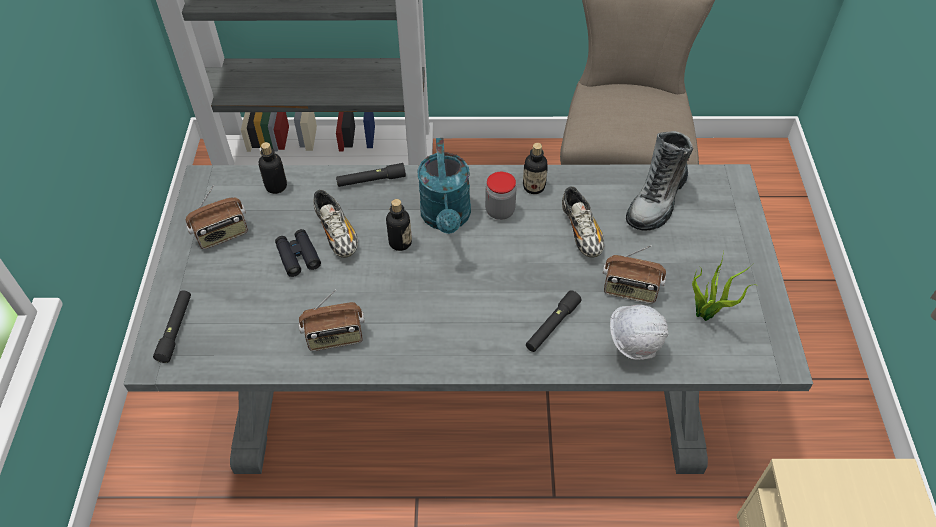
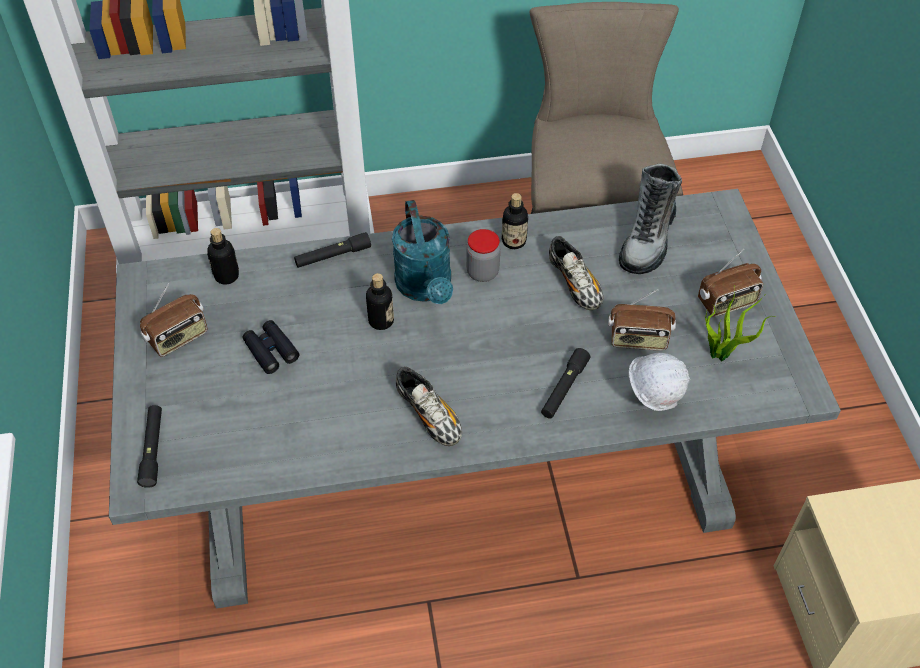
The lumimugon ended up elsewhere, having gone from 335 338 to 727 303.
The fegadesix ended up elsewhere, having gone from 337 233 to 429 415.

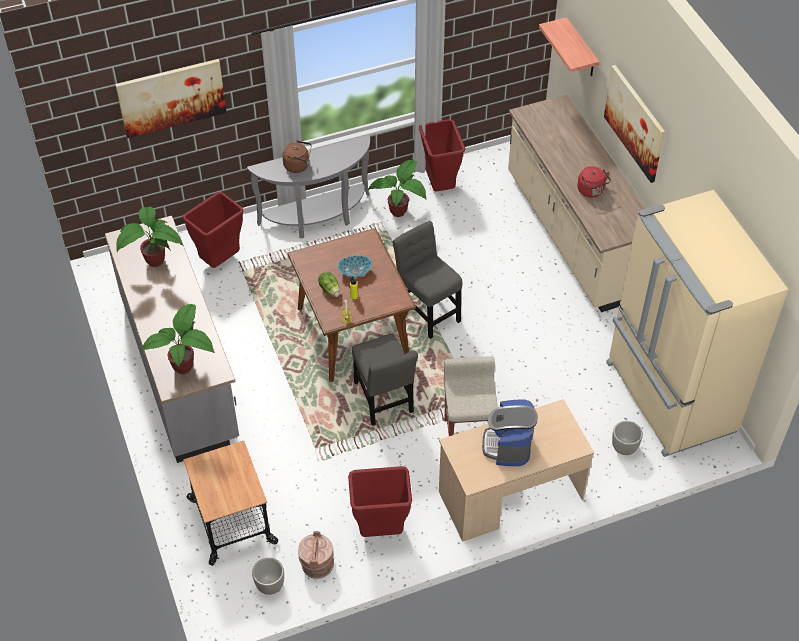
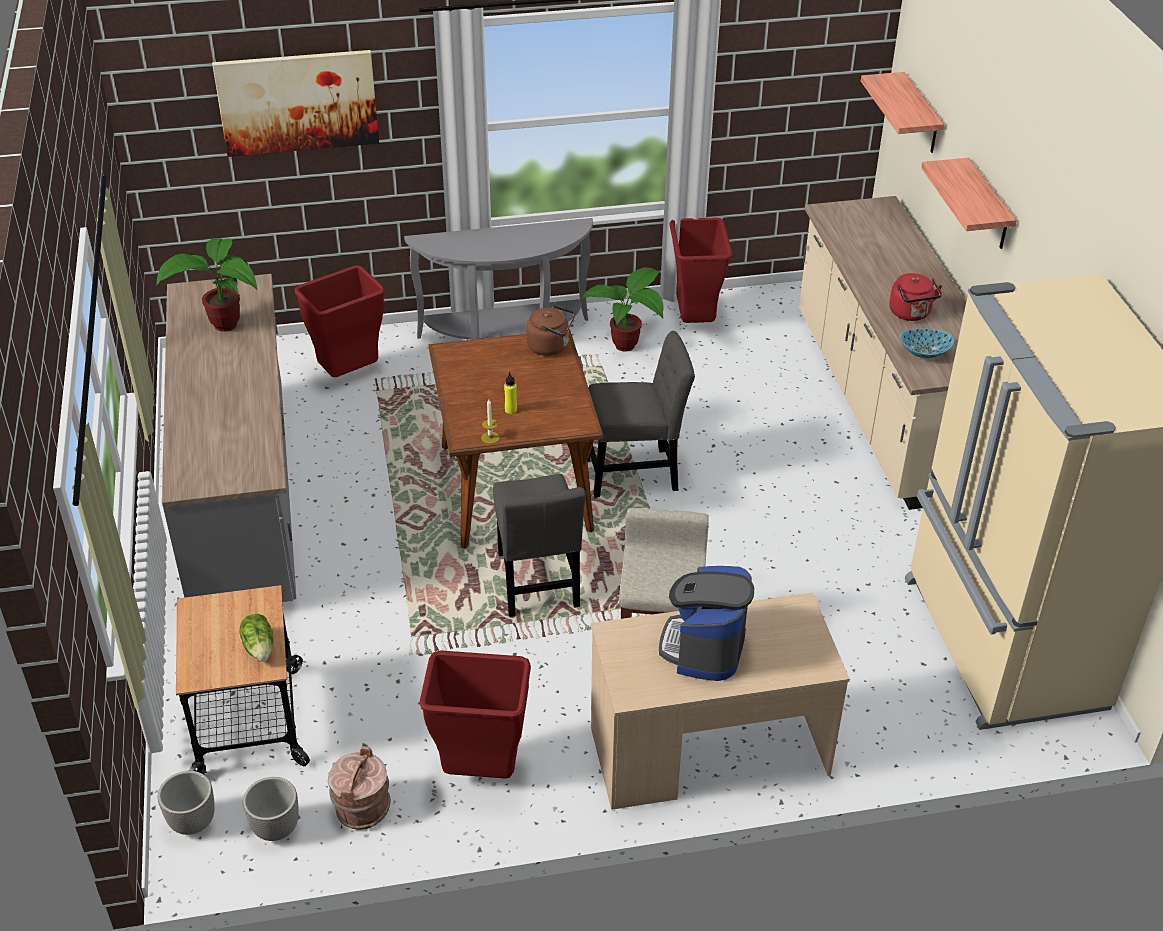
The second view lost the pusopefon at 186 368.
The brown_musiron ended up elsewhere, having gone from 298 165 to 551 346.
The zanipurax ended up elsewhere, having gone from 330 289 to 260 647.
The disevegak ended up elsewhere, having gone from 354 271 to 924 352.
The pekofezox ended up elsewhere, having gone from 624 448 to 193 822.
Where the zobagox hung at 635 123, the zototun came to hang at 988 206.
The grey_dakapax at 427 310 ended up facing another way, 105 degrees clockwise from before.

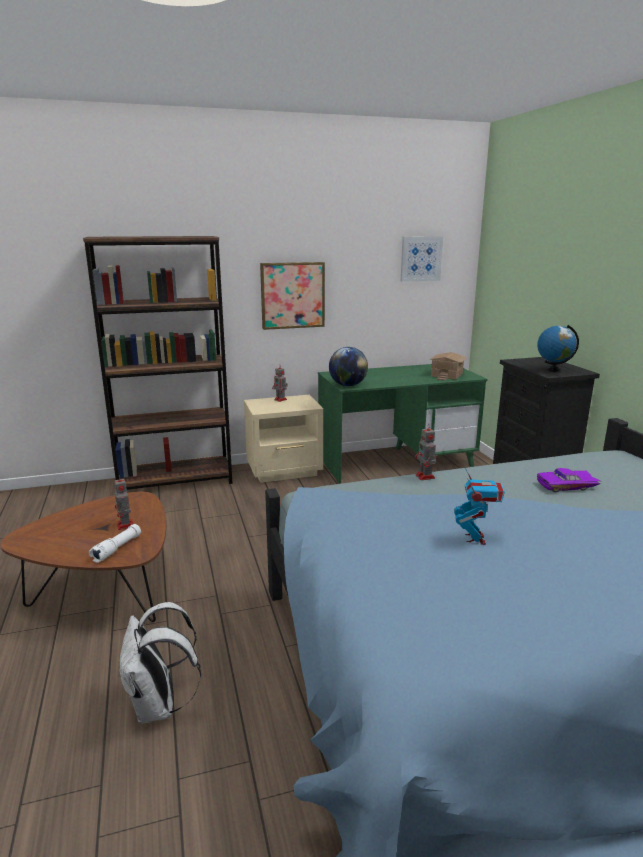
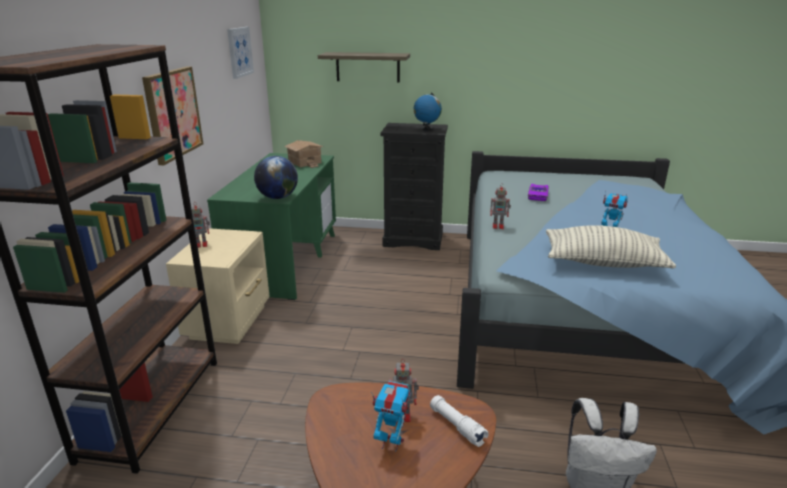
The second view gained the zototun at 367 67.
The second view gained the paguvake at 391 443.
The second view gained the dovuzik at 603 263.

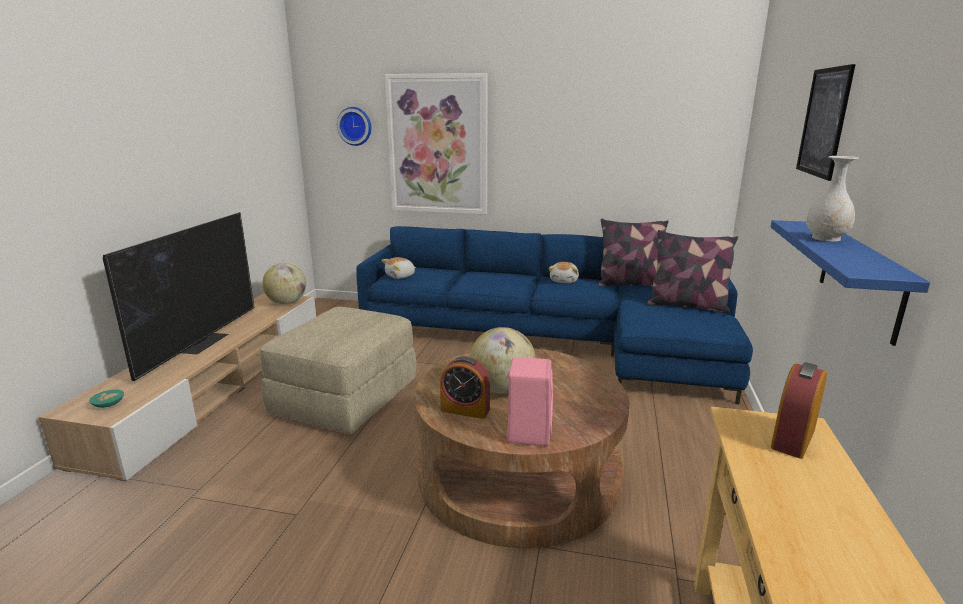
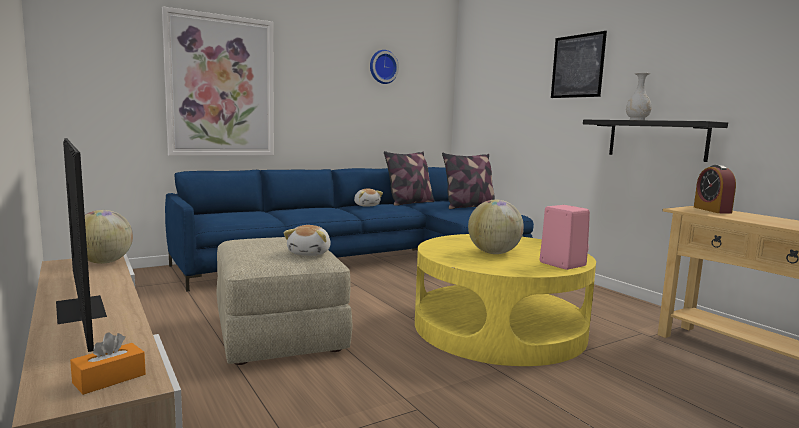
The second view lost the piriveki at 465 410.
The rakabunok ended up elsewhere, having gone from 355 126 to 382 67.
The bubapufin ended up elsewhere, having gone from 400 276 to 310 253.
Where the turquoise_disevegak stood at 110 404, the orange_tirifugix came to stand at 109 379.
What was the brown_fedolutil at 518 473 turned into the yellow_fedolutil at 498 327.
What was the blue_zototun at 860 278 turned into the black_zototun at 656 139.

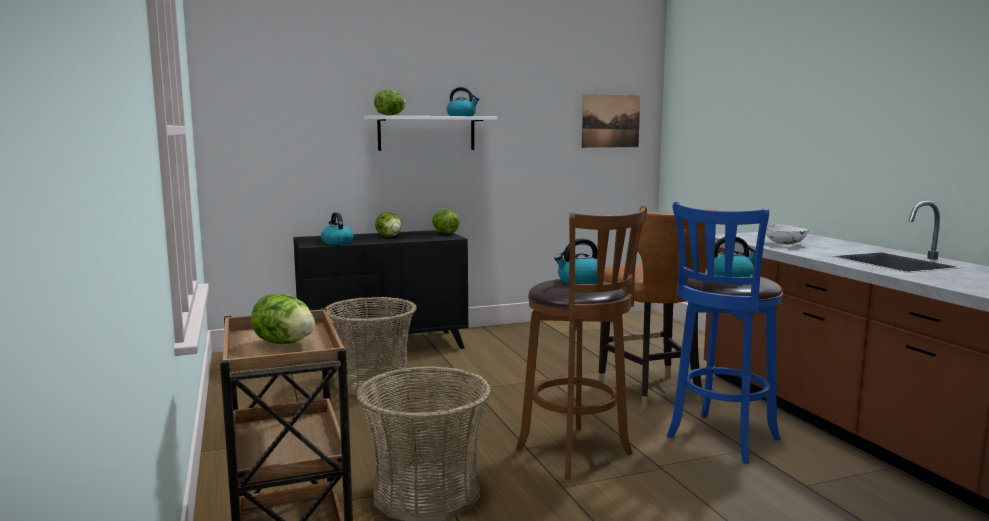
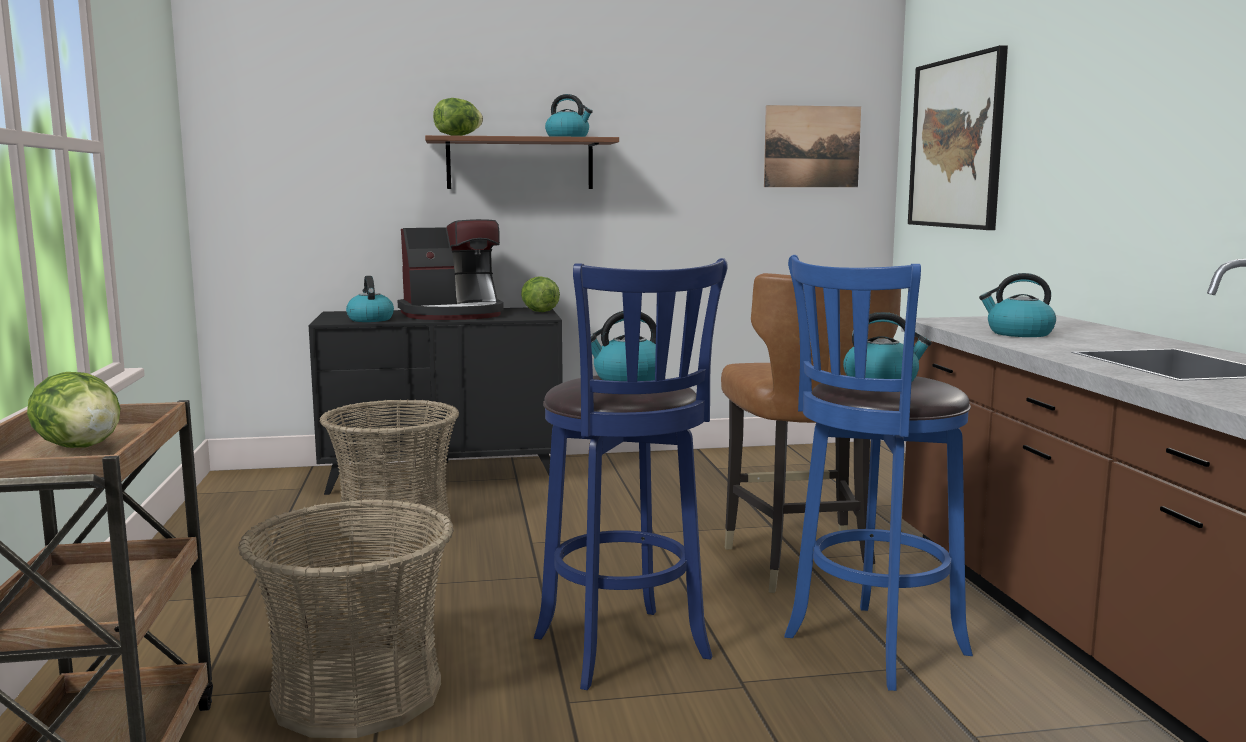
The second view gained the zobagox at 956 143.
Where the zanipurax stood at 389 237, the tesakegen came to stand at 453 314.
Where the white_disevegak stood at 785 244, the musiron came to stand at 1018 333.
What was the white_zototun at 426 133 turned into the brown_zototun at 520 164.
What was the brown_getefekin at 578 453 turned into the blue_getefekin at 626 651.

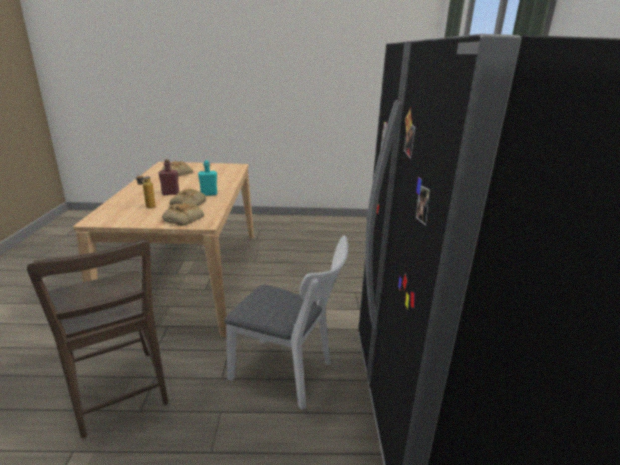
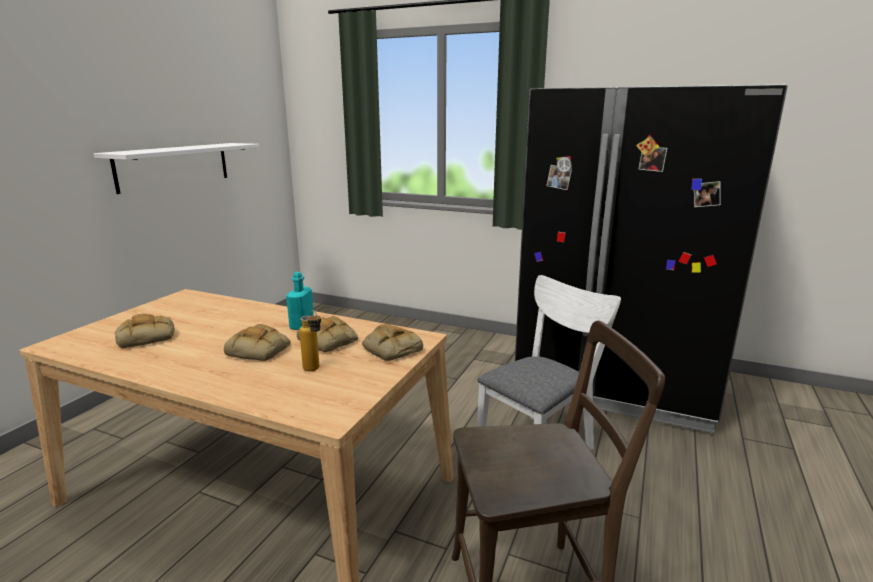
The second view gained the white_zototun at 174 166.
Where the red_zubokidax stood at 170 193, the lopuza came to stand at 260 350.

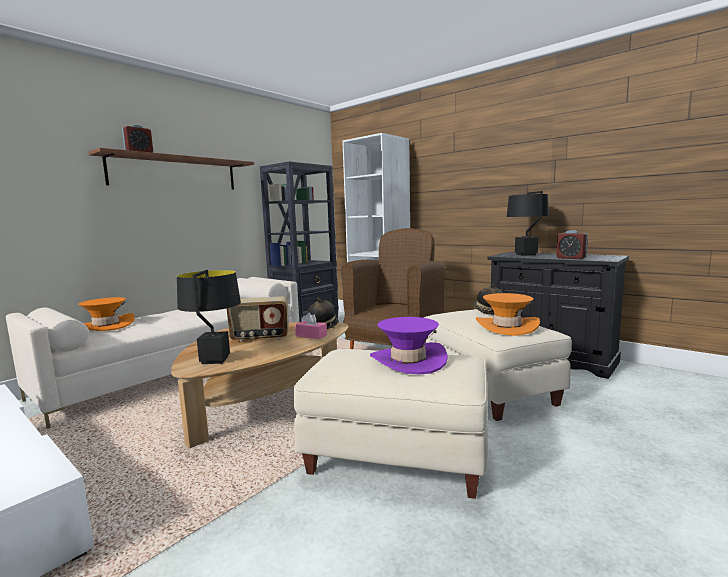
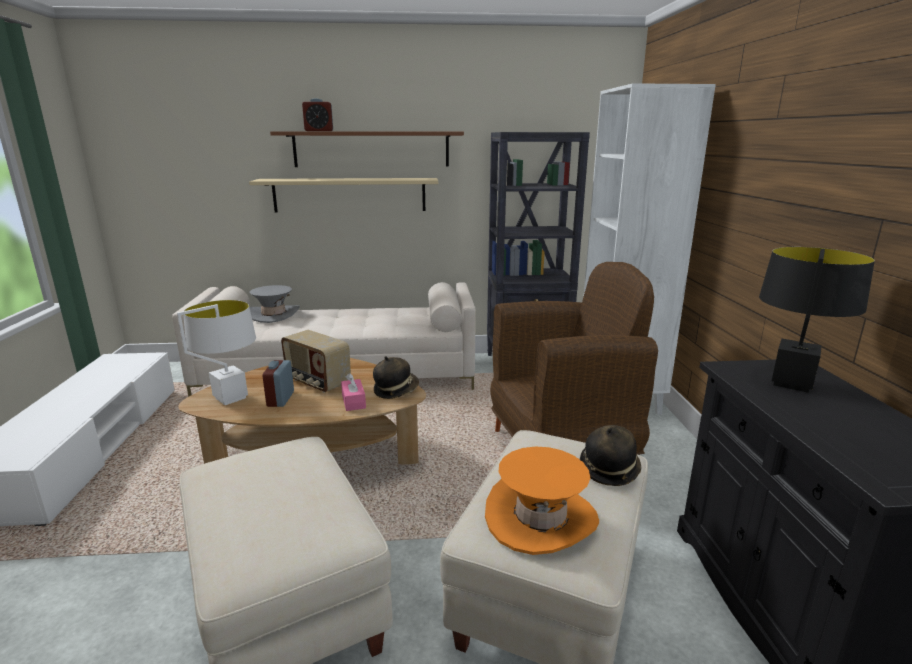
The second view lost the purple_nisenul at 408 361.
The second view gained the beige_zototun at 349 195.
The piriveki ended up elsewhere, having gone from 571 258 to 280 399.
What was the orange_nisenul at 106 326 turned into the grey_nisenul at 273 314.
What was the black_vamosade at 214 360 turned into the white_vamosade at 230 398.

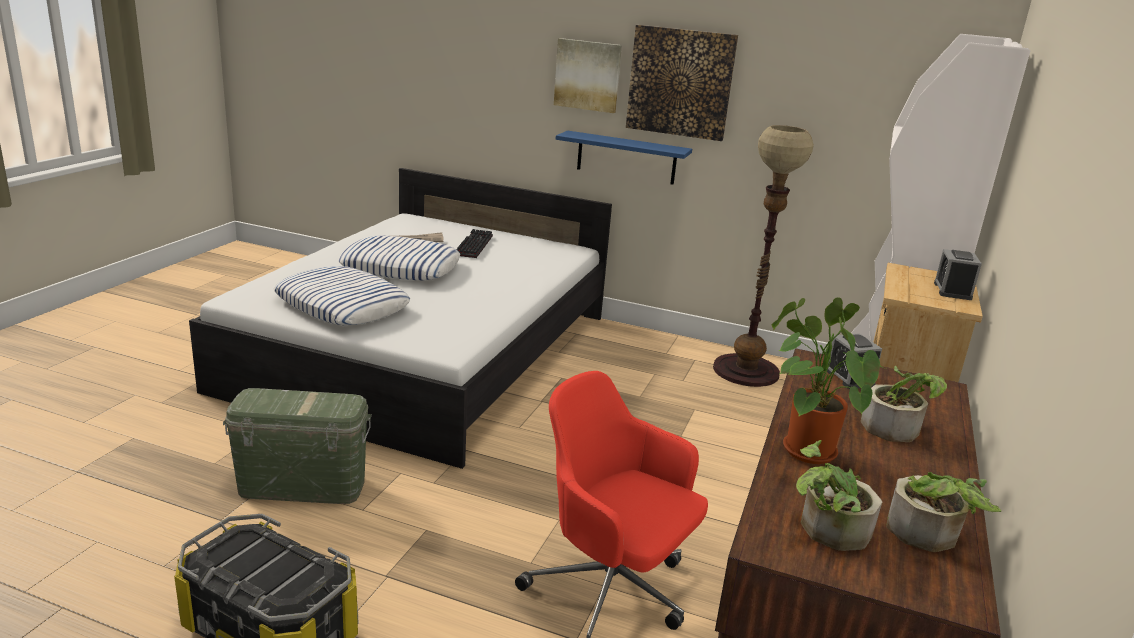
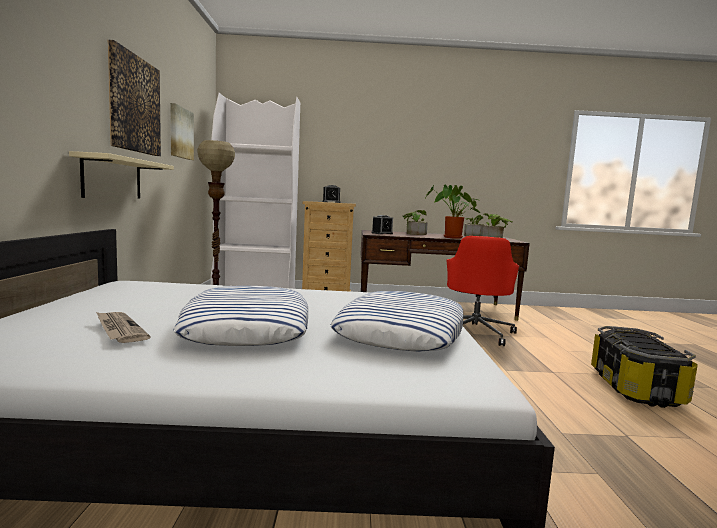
The second view lost the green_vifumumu at 303 485.
The second view lost the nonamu at 473 245.
The zobagox ended up elsewhere, having gone from 587 75 to 180 133.
What was the blue_zototun at 626 158 turned into the beige_zototun at 113 178.

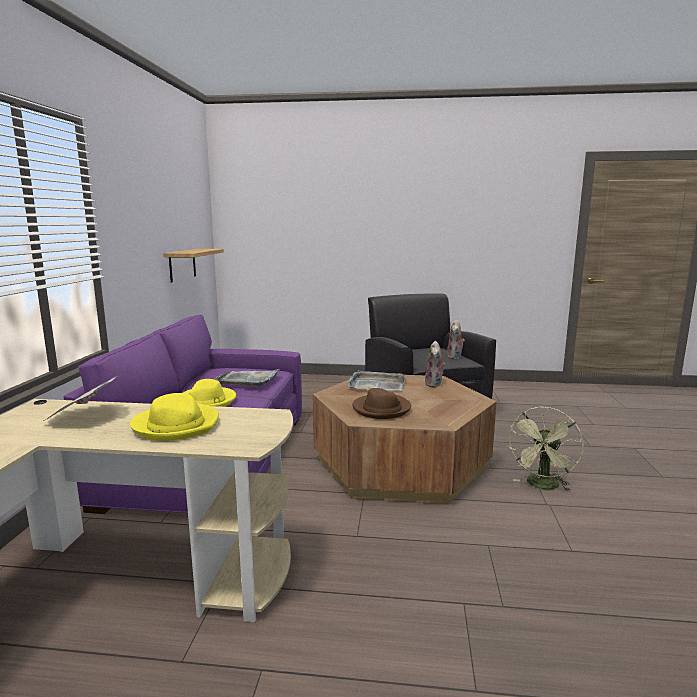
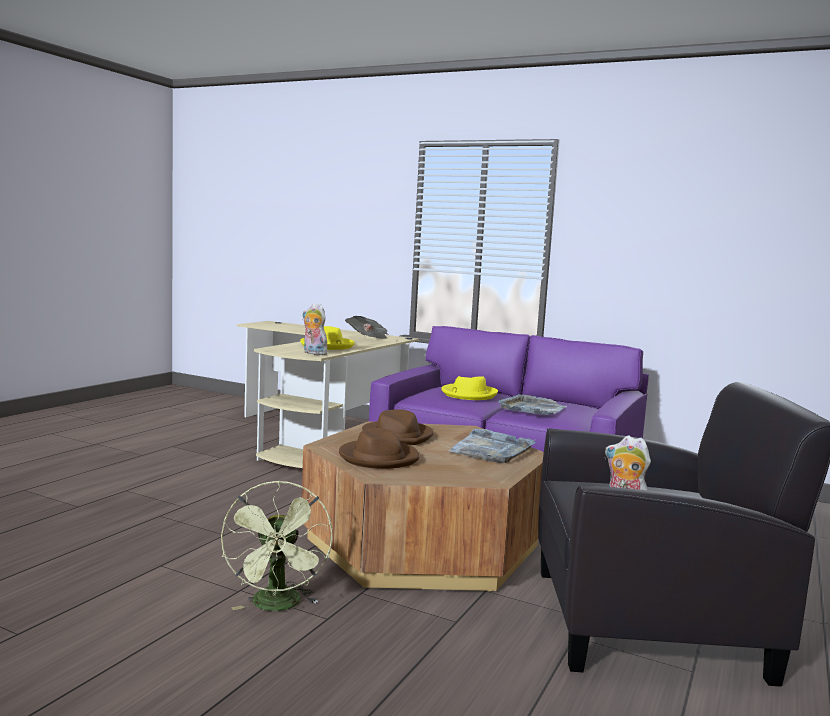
The second view lost the zototun at 182 265.
The second view gained the brown_nisenul at 378 458.
The bubapufin ended up elsewhere, having gone from 434 384 to 313 353.
The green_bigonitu at 542 486 ended up facing another way, 150 degrees counterclockwise from before.

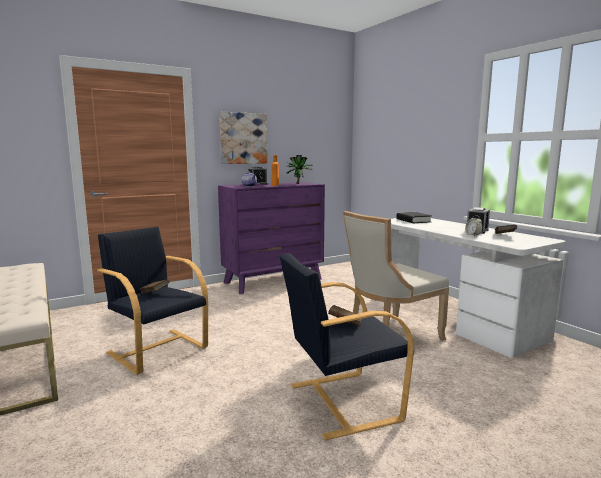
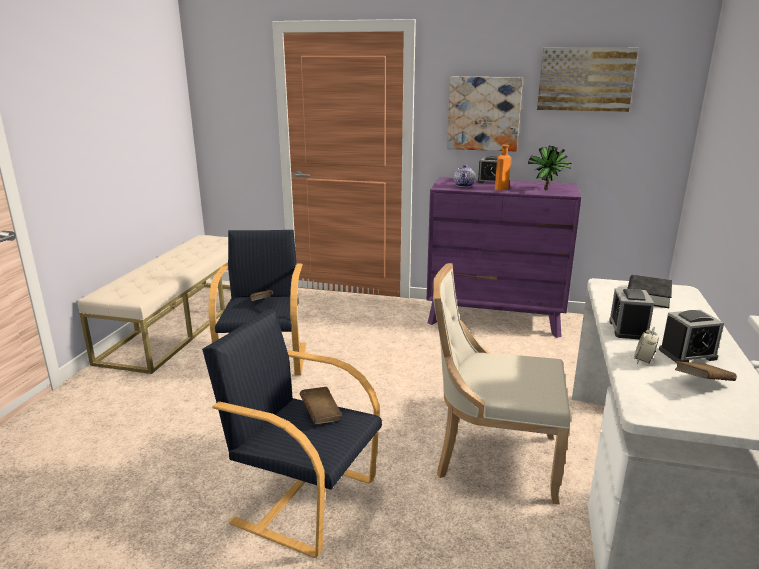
The second view gained the zobagox at 585 79.
The second view gained the piriveki at 628 329.

